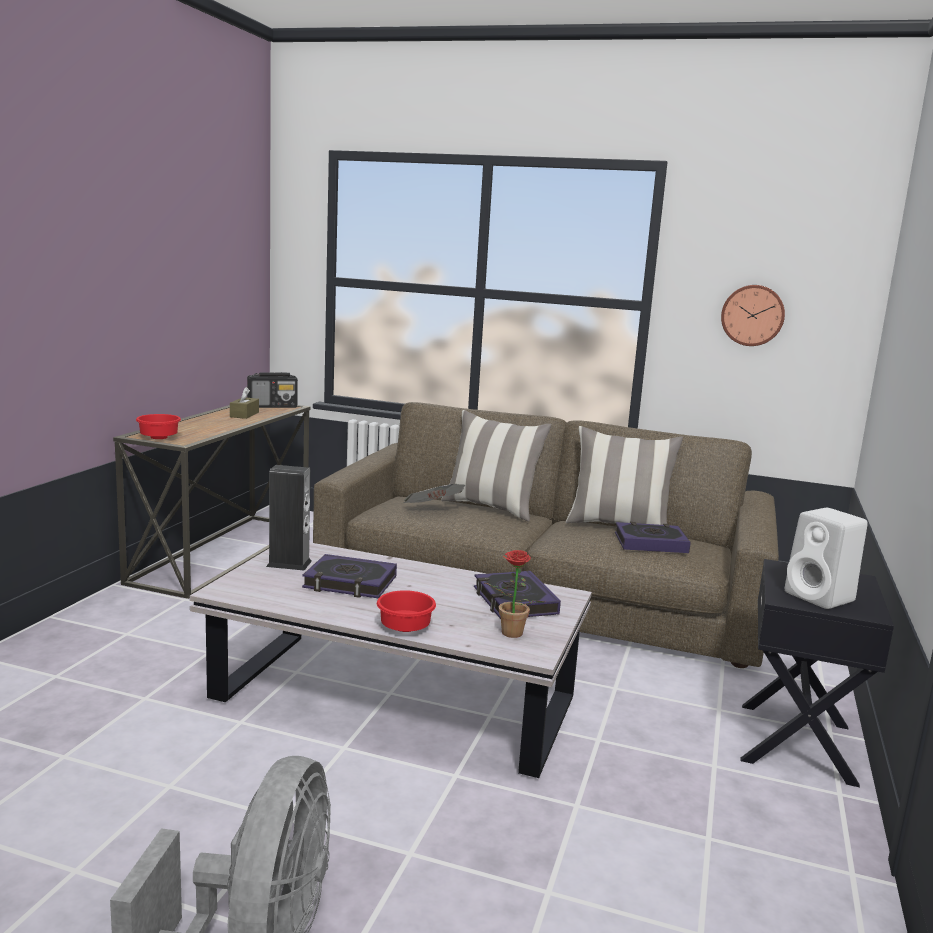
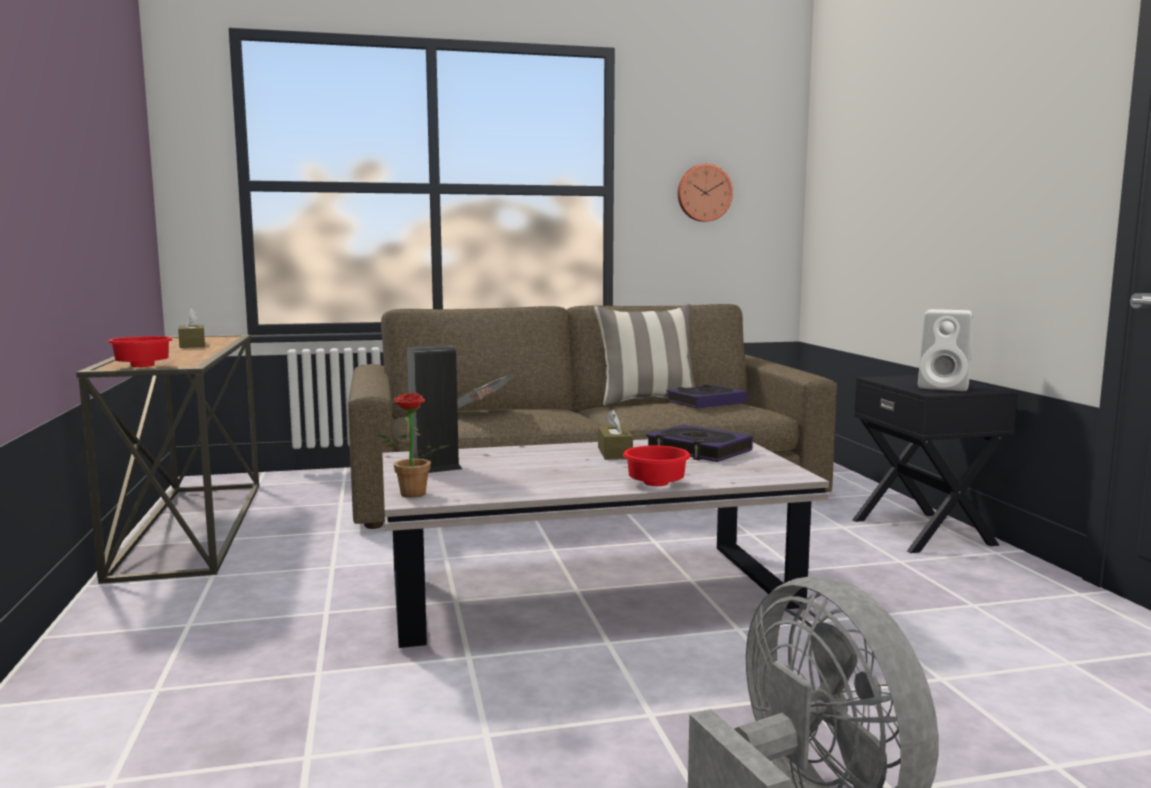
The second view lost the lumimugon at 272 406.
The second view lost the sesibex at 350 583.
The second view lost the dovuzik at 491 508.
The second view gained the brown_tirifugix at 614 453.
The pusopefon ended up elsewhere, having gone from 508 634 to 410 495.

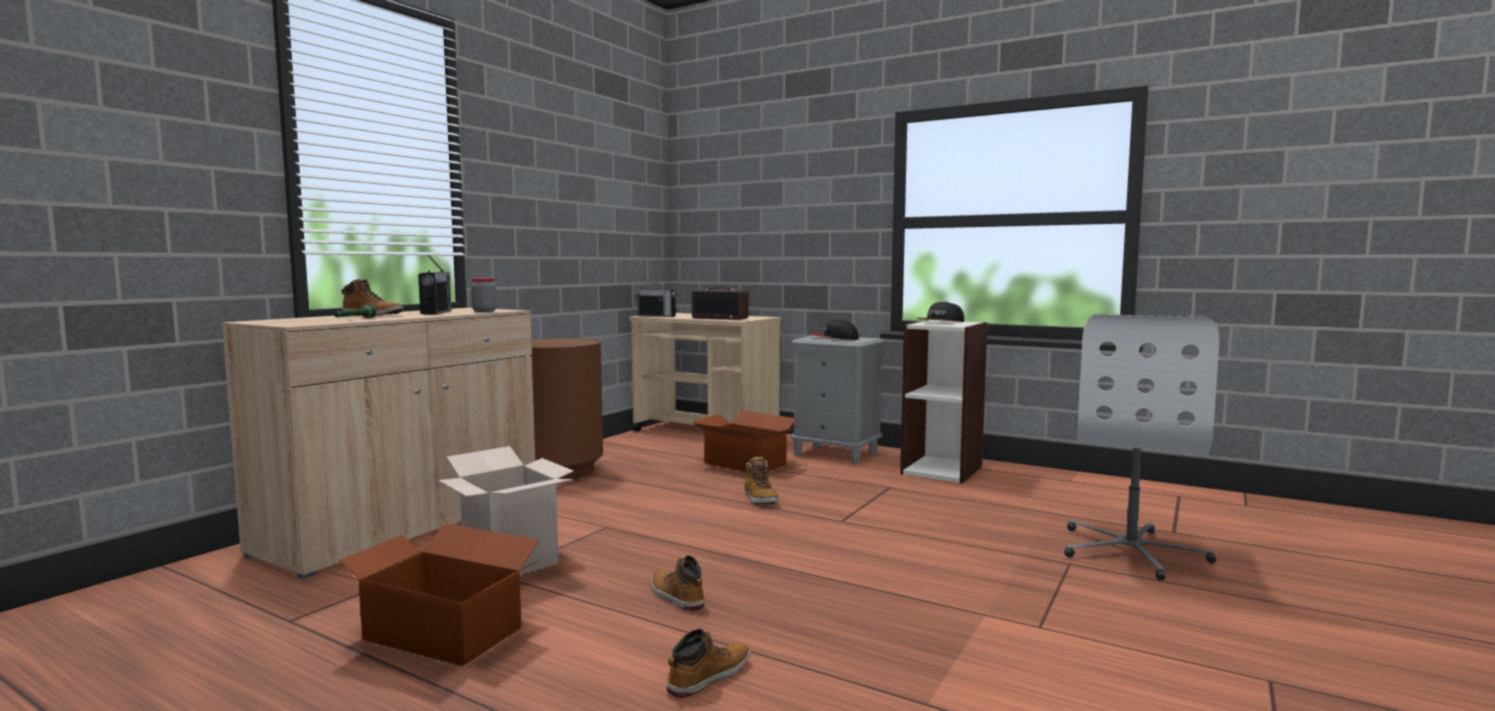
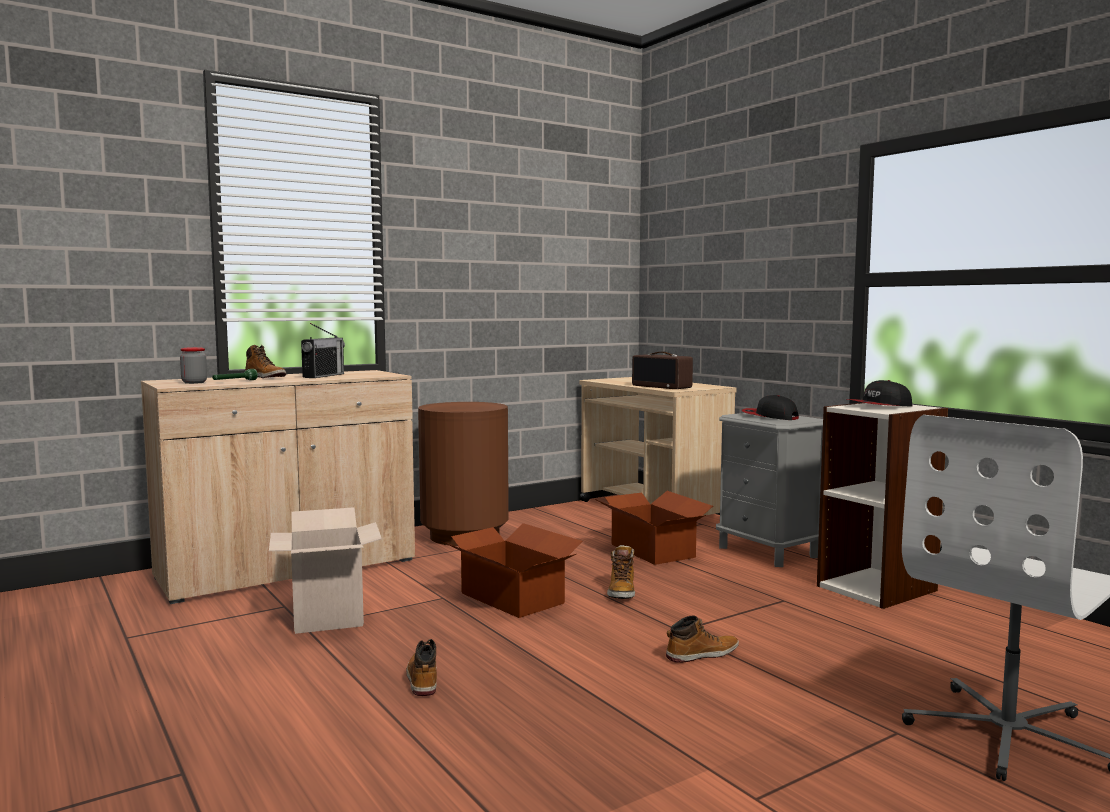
The second view lost the lumimugon at 656 316.
The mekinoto ended up elsewhere, having gone from 443 633 to 512 598.
The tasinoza ended up elsewhere, having gone from 484 311 to 194 382.
The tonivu ended up elsewhere, having gone from 708 676 to 701 654.

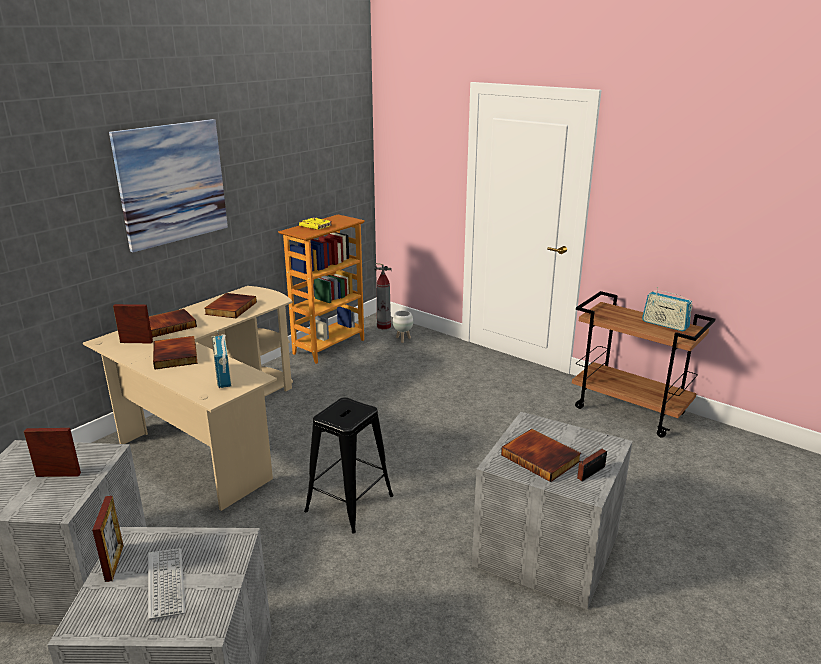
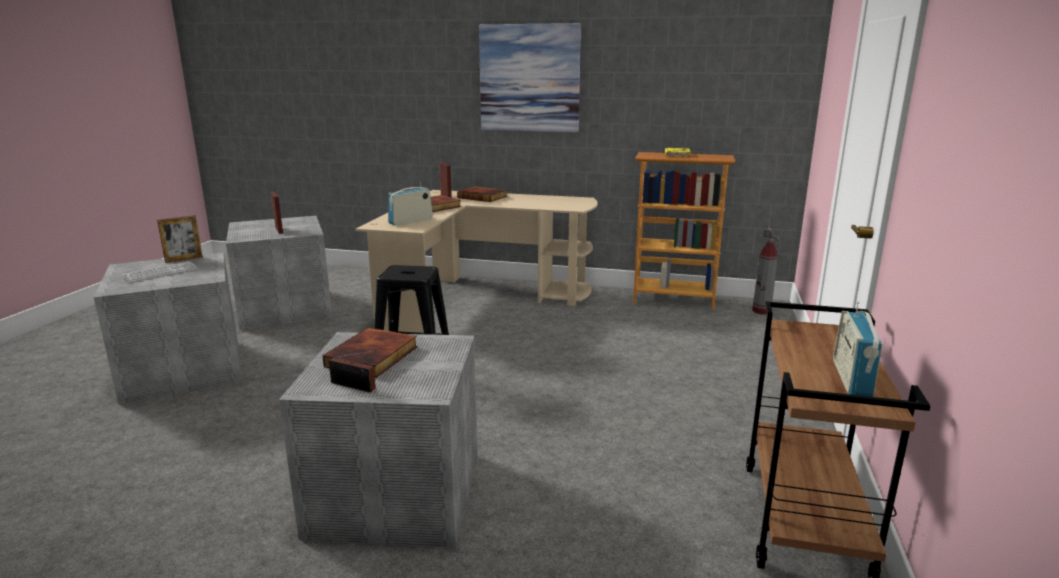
The second view lost the sesibex at 230 308.
The second view lost the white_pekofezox at 403 339.

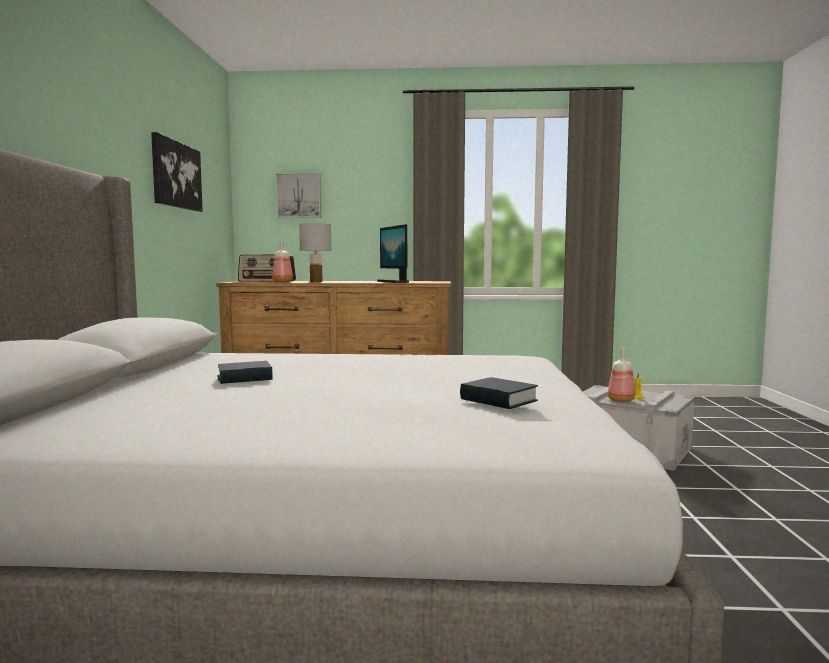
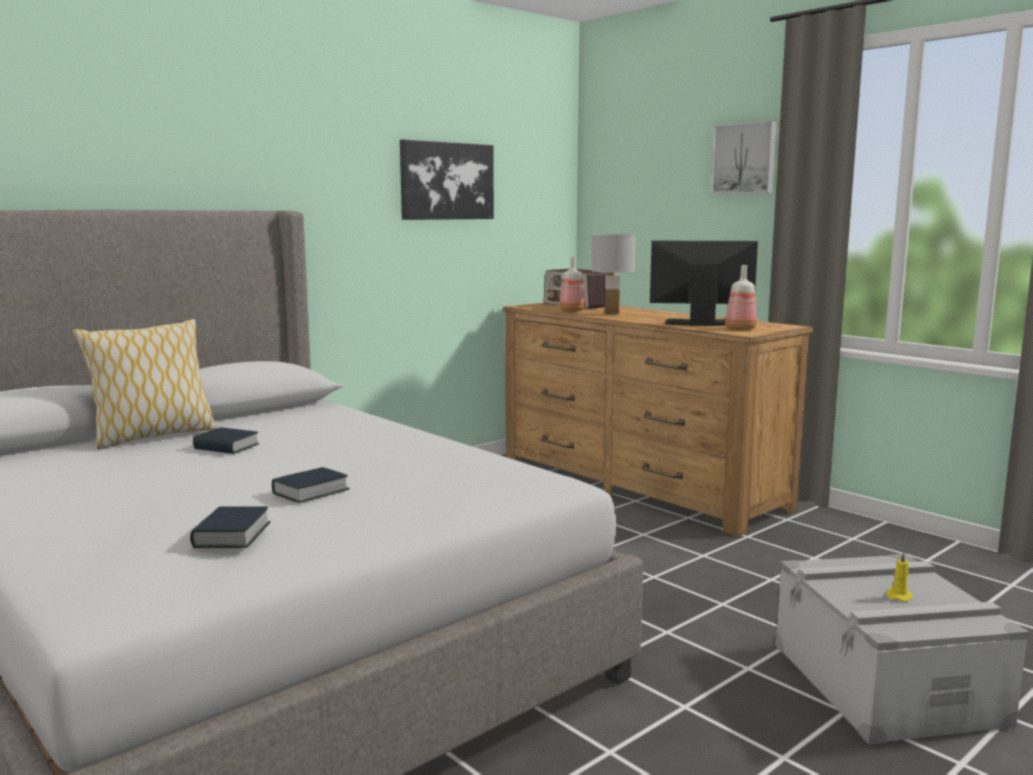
The second view gained the dovuzik at 153 437.
The second view gained the sesibex at 310 492.
The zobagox ended up elsewhere, having gone from 299 195 to 745 159.
The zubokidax ended up elsewhere, having gone from 620 400 to 739 329.
The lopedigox at 394 282 ended up facing another way, 75 degrees clockwise from before.

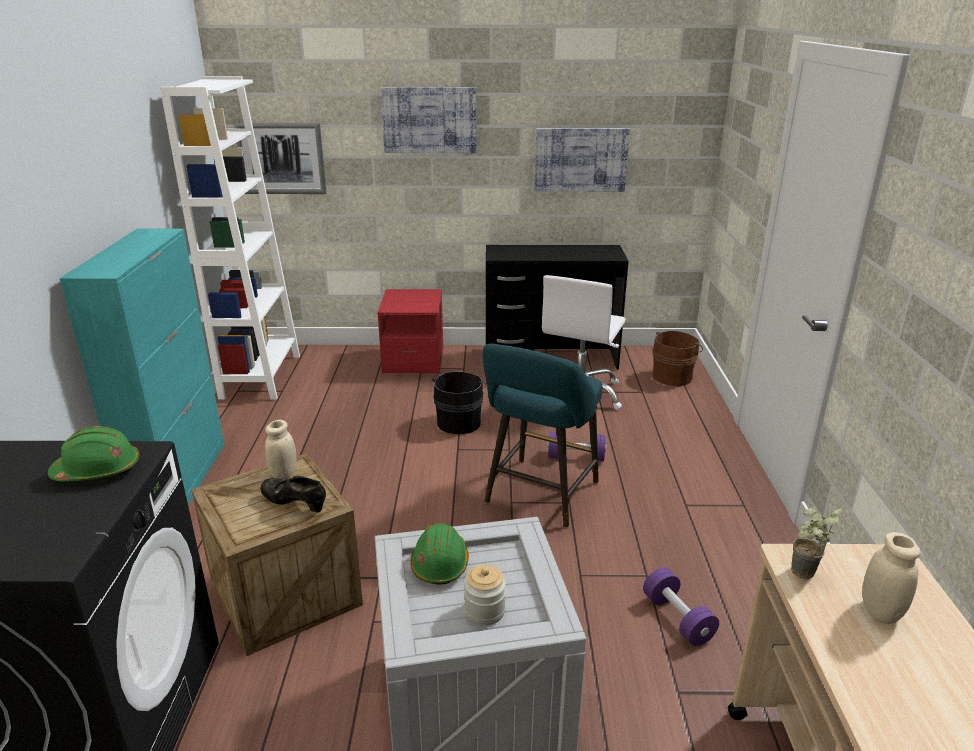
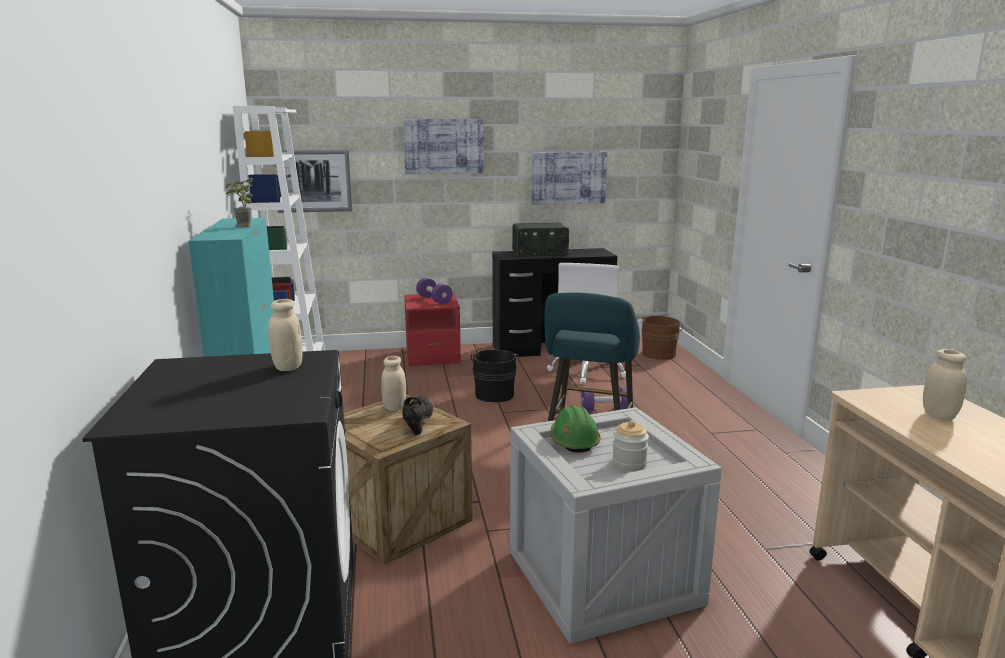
The second view gained the lumimugon at 540 254.
The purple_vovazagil ended up elsewhere, having gone from 677 618 to 434 300.
The pusopefon ended up elsewhere, having gone from 803 577 to 242 227.
Where the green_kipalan stood at 98 470, the beige_tasinoza came to stand at 288 367.
The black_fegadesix at 295 504 ended up facing another way, 75 degrees clockwise from before.

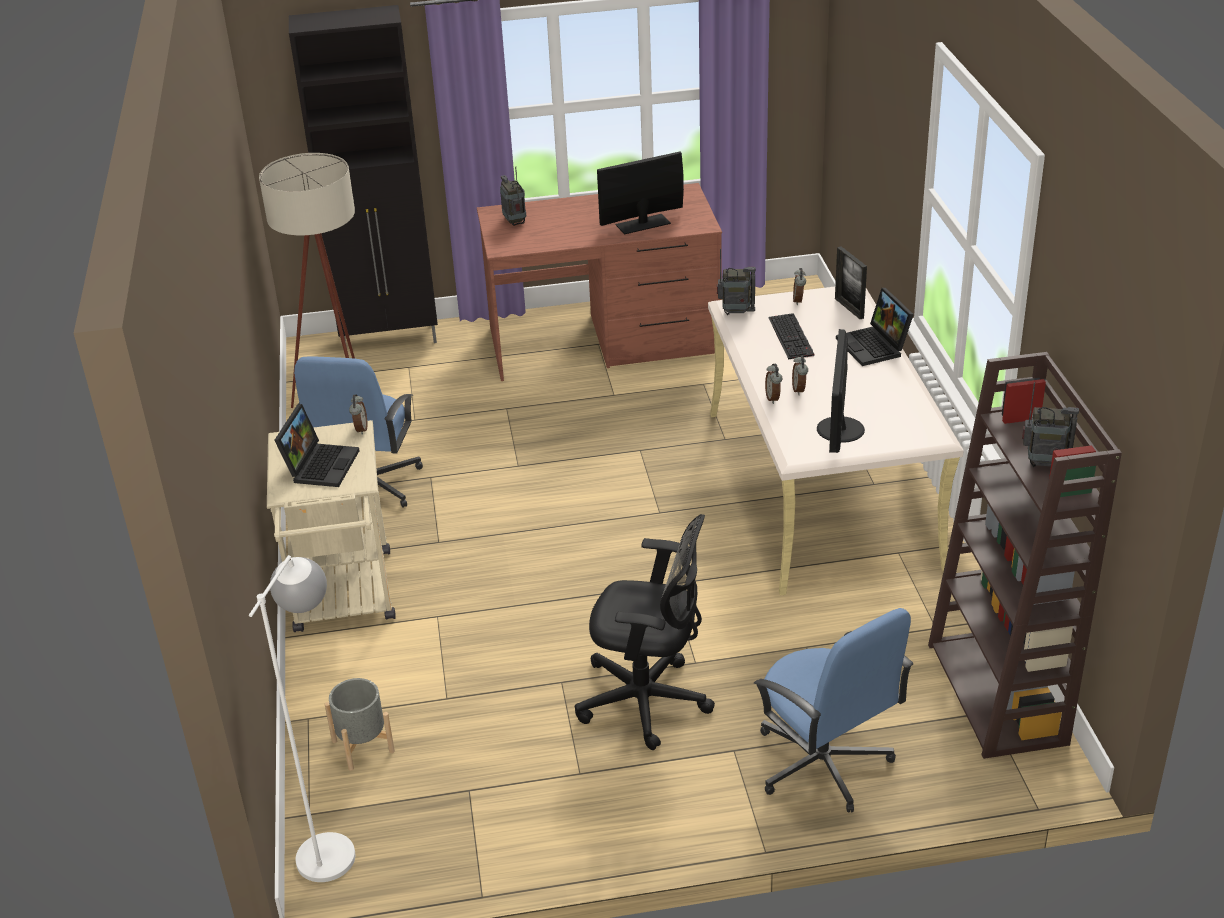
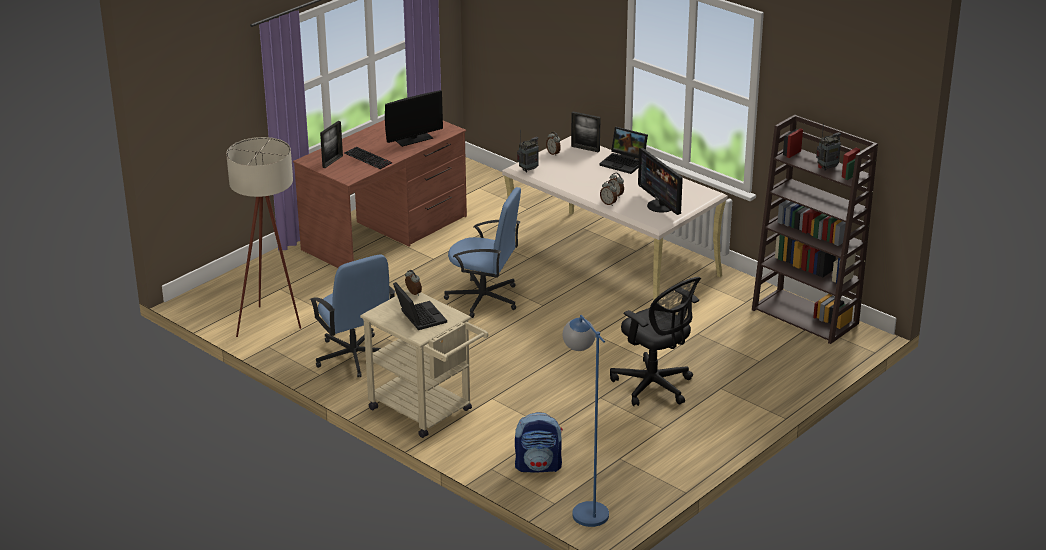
The second view lost the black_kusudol at 391 338.
The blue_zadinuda ended up elsewhere, having gone from 823 764 to 484 299.
The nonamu ended up elsewhere, having gone from 792 337 to 369 158.
Where the grey_pekofezox stood at 363 746, the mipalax came to stand at 538 466.
Where the lumimugon stood at 515 222, the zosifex came to stand at 332 161.
What was the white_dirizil at 334 842 turned into the blue_dirizil at 584 507.
The black_zadinuda at 649 702 ended up facing another way, 75 degrees clockwise from before.
The lopedigox at 643 224 ended up facing another way, 150 degrees counterclockwise from before.

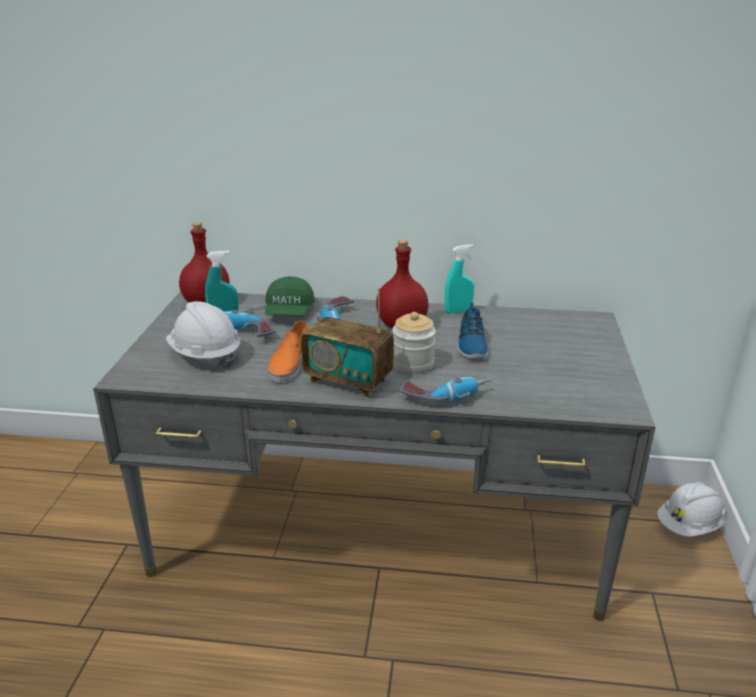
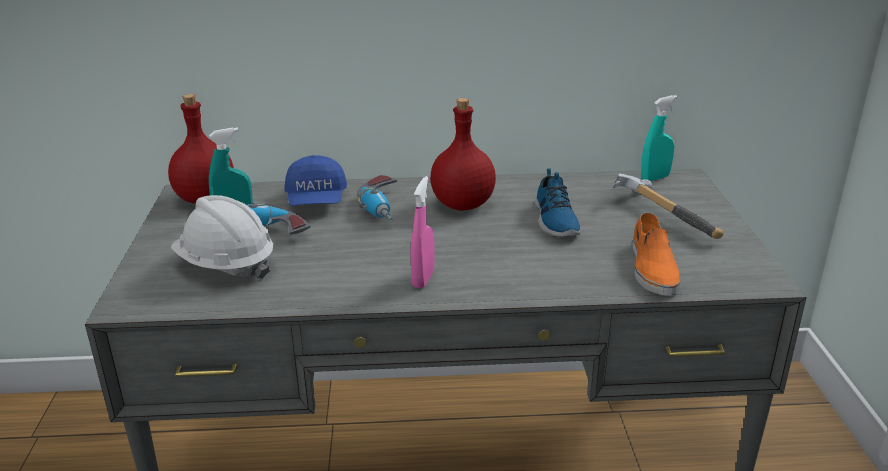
The second view lost the tasinoza at 413 364.
The second view lost the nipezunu at 445 396.
The second view lost the white_kipalan at 689 526.
The second view gained the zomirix at 666 215.
The orange_fegadesix ended up elsewhere, having gone from 290 362 to 652 268.
The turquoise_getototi ended up elsewhere, having gone from 458 311 to 655 178.
Where the lumimugon stood at 348 381, the pink_getototi came to stand at 423 279.
What was the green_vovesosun at 289 312 turned into the blue_vovesosun at 316 200.

